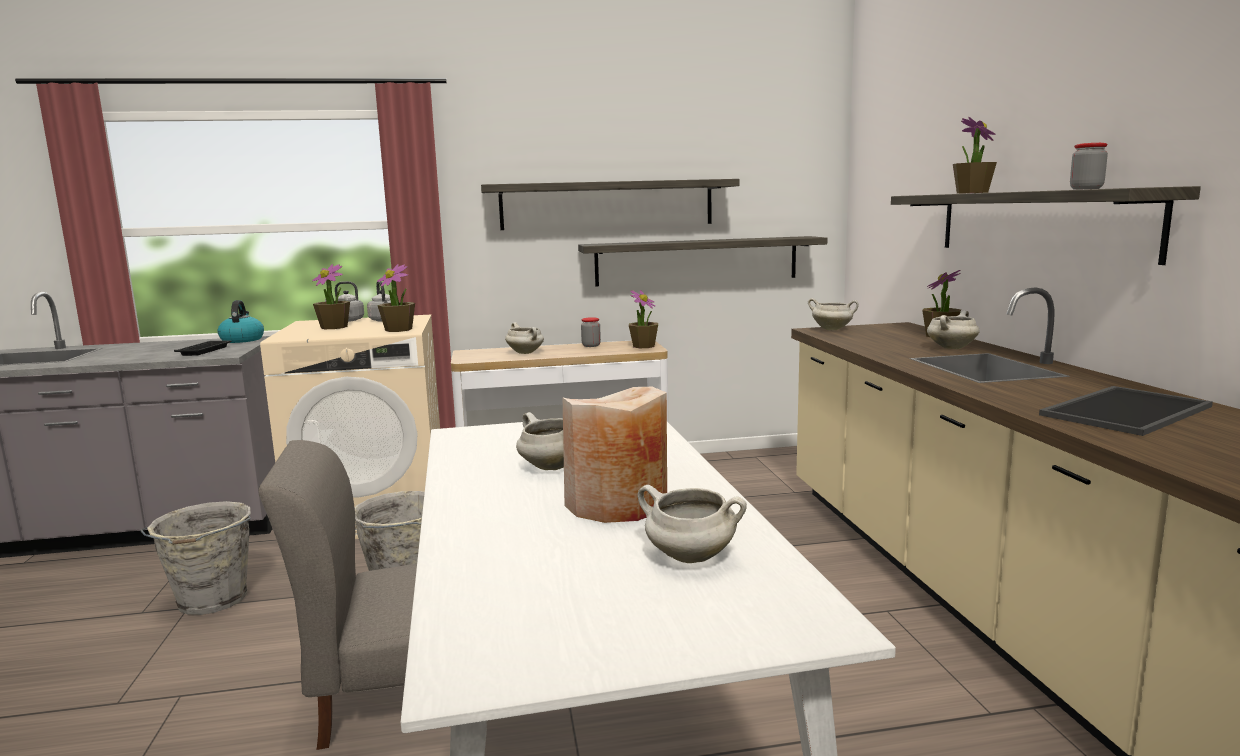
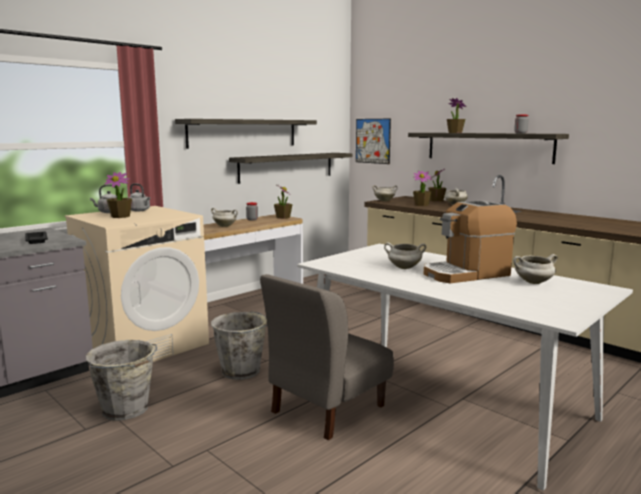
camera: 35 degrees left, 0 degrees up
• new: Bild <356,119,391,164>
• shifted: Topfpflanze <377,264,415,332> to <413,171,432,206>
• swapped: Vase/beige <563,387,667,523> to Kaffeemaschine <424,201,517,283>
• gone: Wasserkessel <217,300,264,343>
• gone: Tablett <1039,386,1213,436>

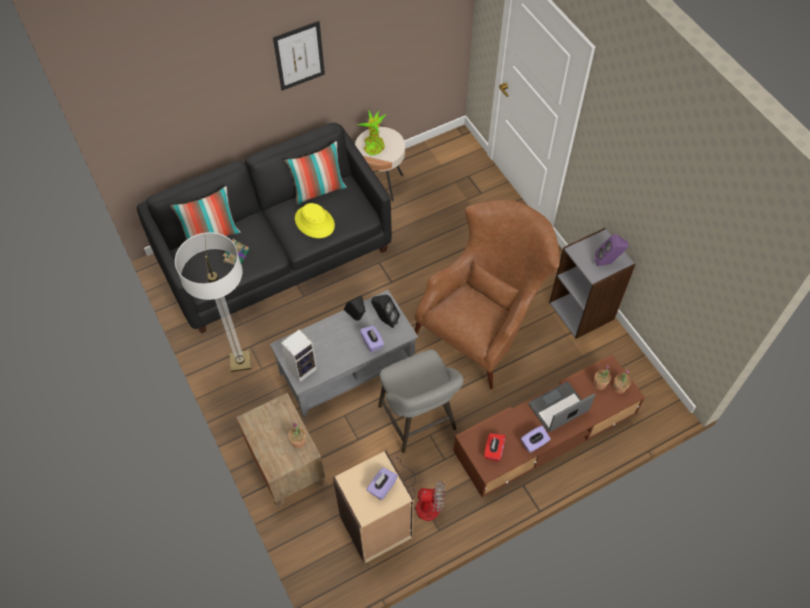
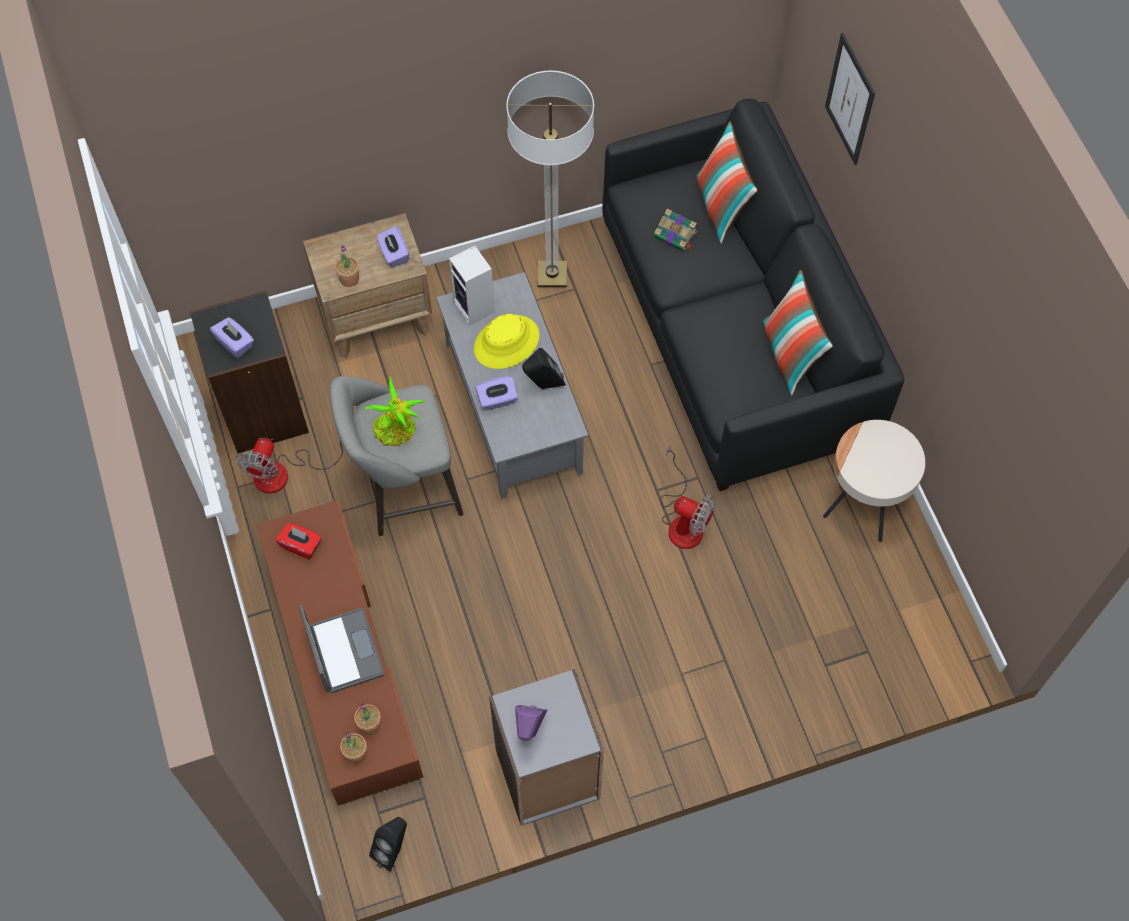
camera: 100 degrees right, 5 degrees up
• repainted: Bücherregal/beige <333,450,414,564> to Bücherregal/schwarz <190,290,309,454>
• shifted: Topfpflanze <358,110,387,156> to <365,376,426,446>
• shifted: Lautsprecher/schwarz <371,295,400,328> to <369,817,407,872>
• shifted: Taschentuchbox/lila <521,426,551,453> to <377,226,409,267>
• shifted: Hut/gelb <295,203,335,238> to <474,314,539,369>
• new: Ventilator <660,444,716,549>
• shifted: Bild <273,21,325,91> to <825,33,875,165>
• gone: Sessel/braun <415,200,560,389>

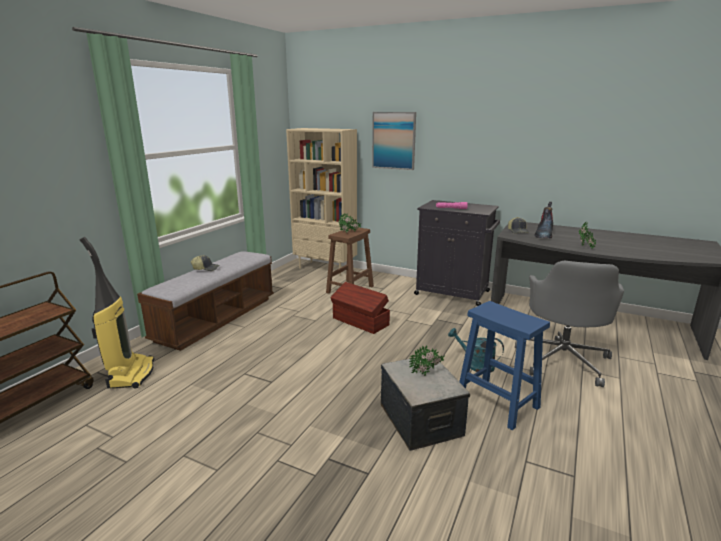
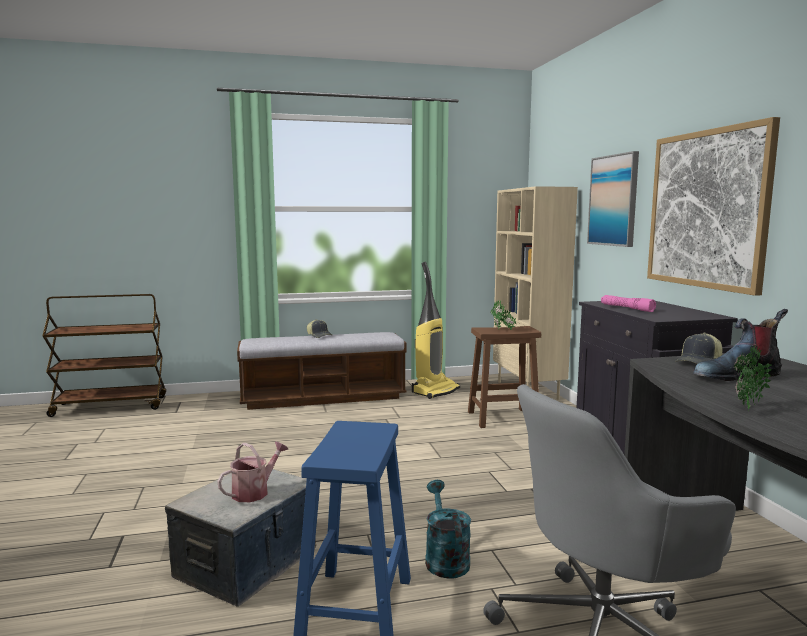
camera: 50 degrees right, 10 degrees down
• swapped: Topfpflanze <409,345,445,376> to Gießkanne <217,442,288,502>
• shifted: Staubsauger <80,237,154,389> to <412,262,460,399>
• new: Bild <647,117,780,296>
• gone: Aufbewahrungsbox/braun <330,282,390,334>

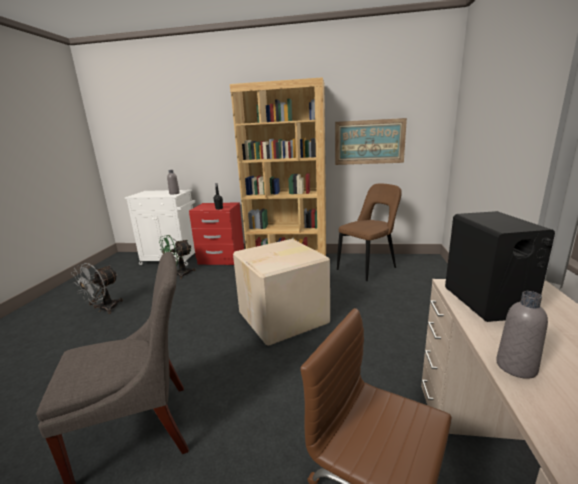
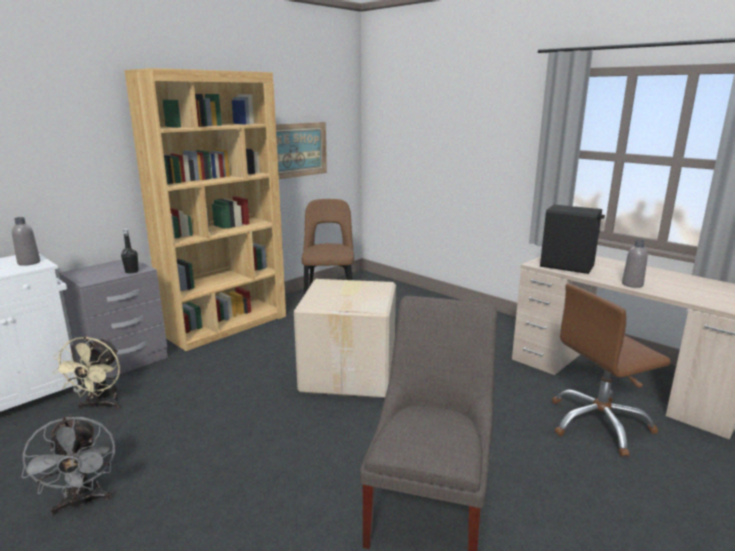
camera: 55 degrees left, 0 degrees up
• repainted: Ventilator/grün <159,235,196,279> to Ventilator/beige <52,336,120,410>
• repainted: Nachttisch/rot <189,202,244,265> to Nachttisch/grau <59,259,168,380>

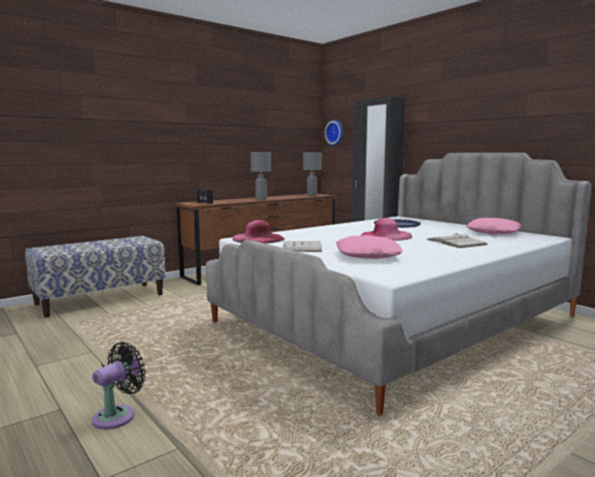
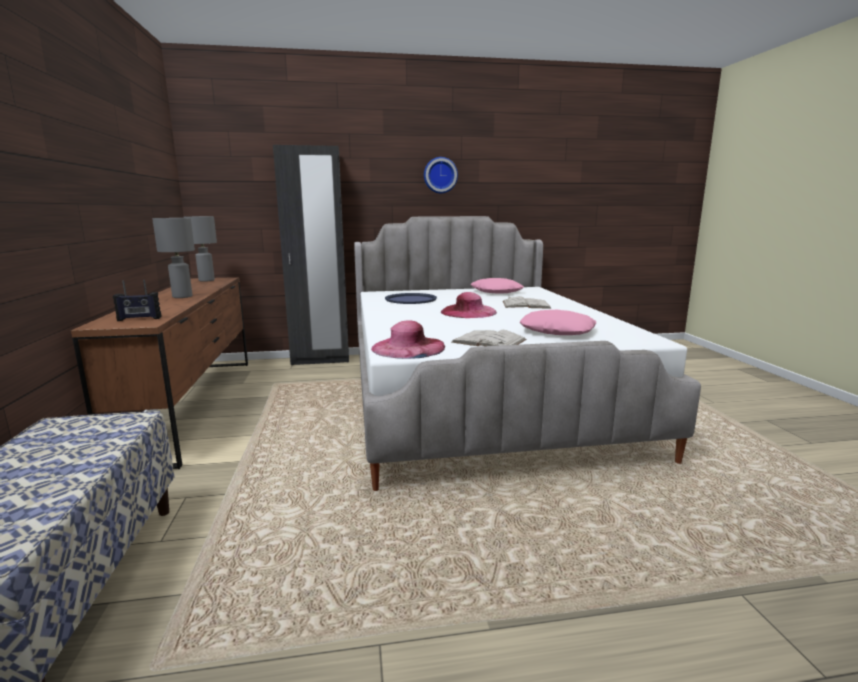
camera: 60 degrees left, 5 degrees up
• shifted: Wanduhr <325,120,343,146> to <424,157,458,193>
• gone: Ventilator/schwarz <92,342,146,429>

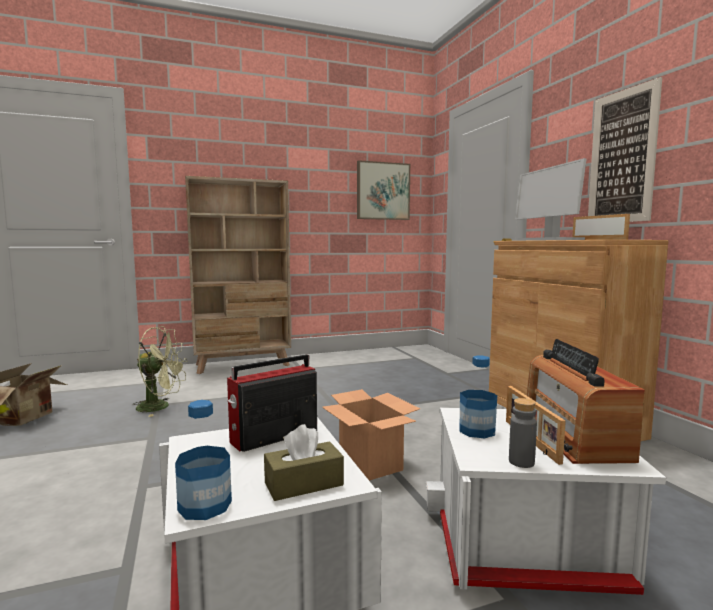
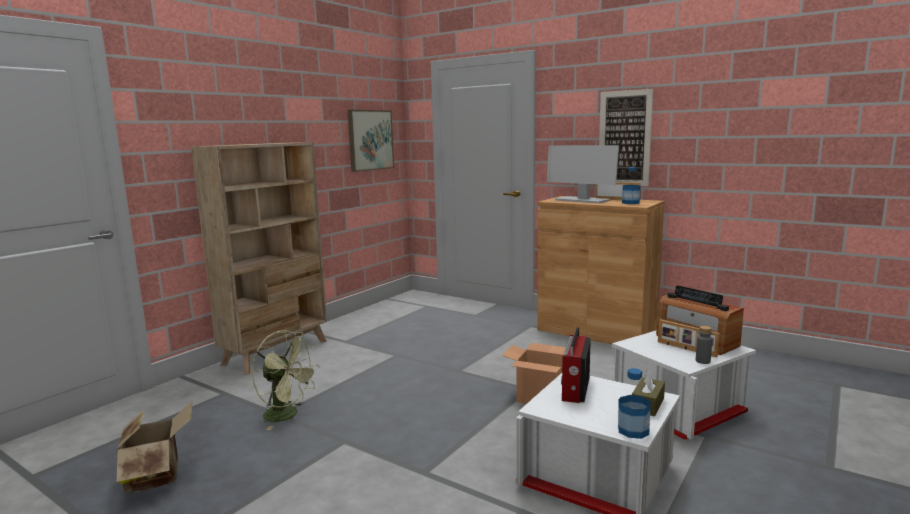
camera: 35 degrees left, 5 degrees up
• rotated: Ventilator/grün <133,326,187,417> = <252,330,319,430> 60 degrees clockwise
• shifted: Flasche <459,356,497,438> to <622,167,641,204>

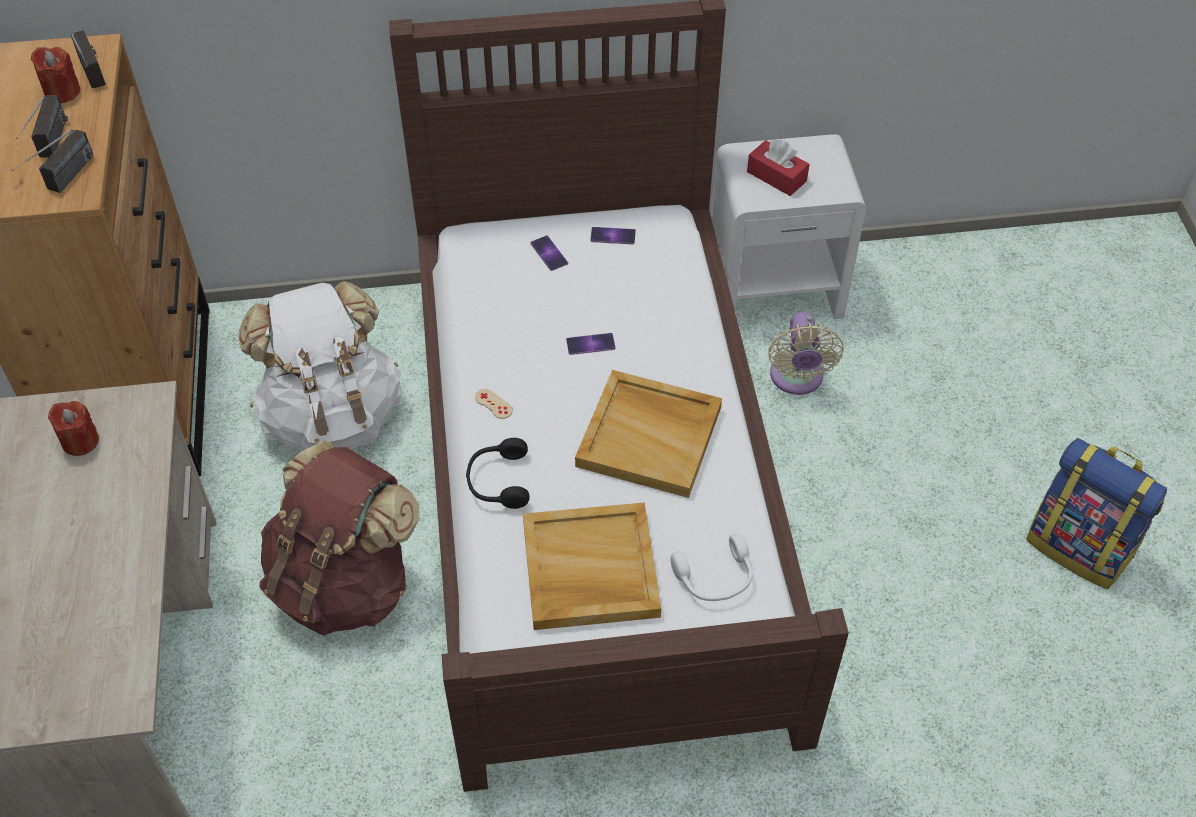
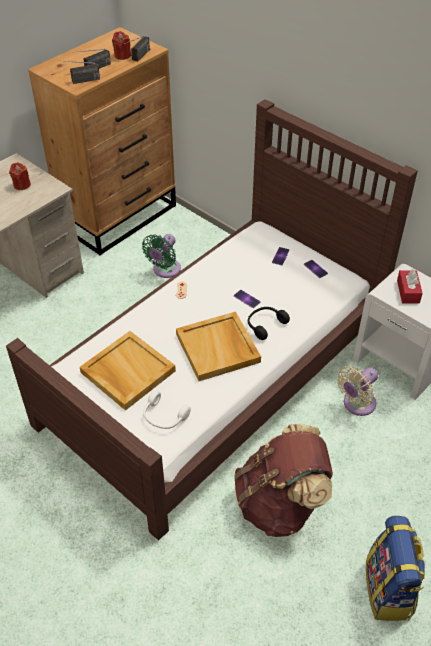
camera: 50 degrees right, 5 degrees down
• swapped: Rucksack/weiß <239,281,401,451> to Ventilator/grün <142,234,181,278>
• shifted: Rucksack/braun <259,440,419,636> to <234,424,333,537>
• shifted: Kopfhörer/schwarz <466,438,529,509> to <248,307,290,340>

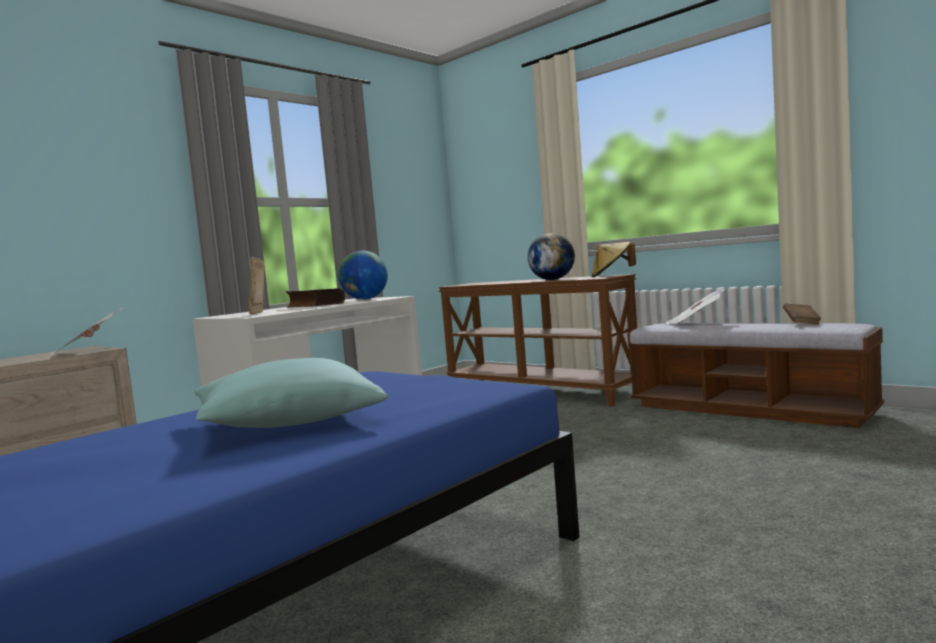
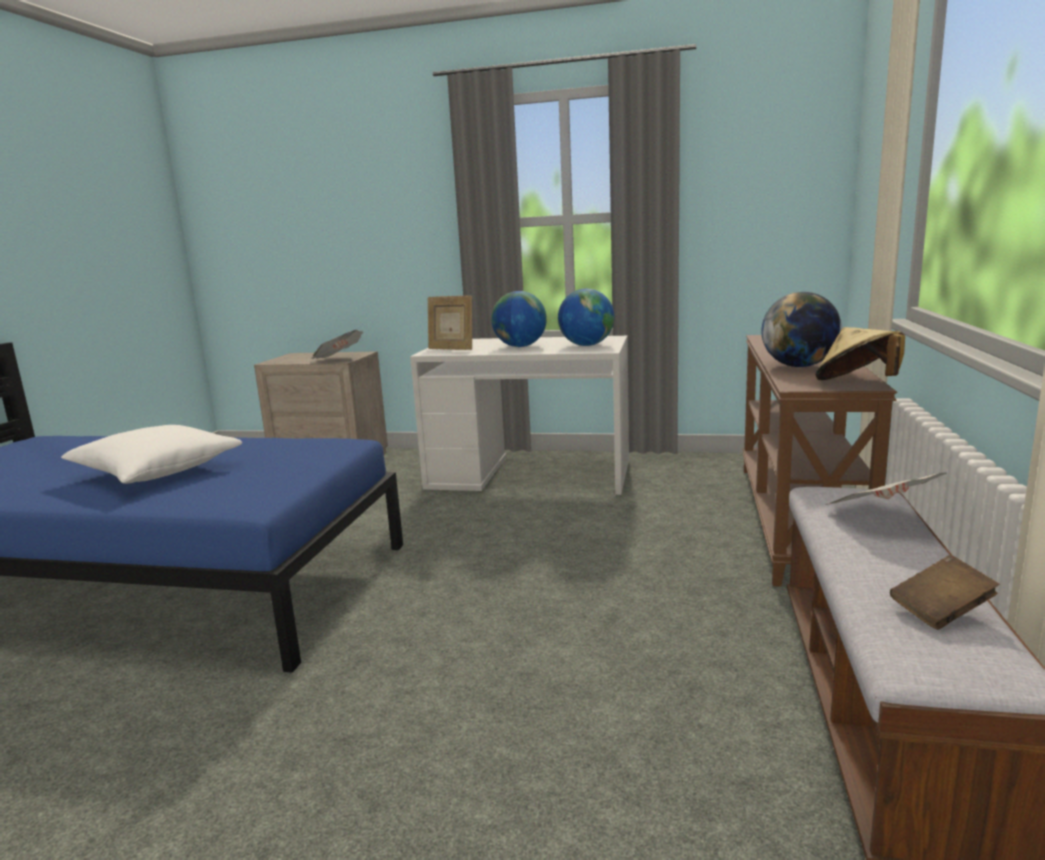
camera: 60 degrees right, 10 degrees up
• repainted: Kissen/türkis <194,358,388,428> to Kissen/weiß <61,425,242,484>
• rotated: Bilderrahmen <248,257,264,314> = <427,295,472,350> 105 degrees counterclockwise
• swapped: Buch <286,288,345,308> to Globus <491,291,547,347>

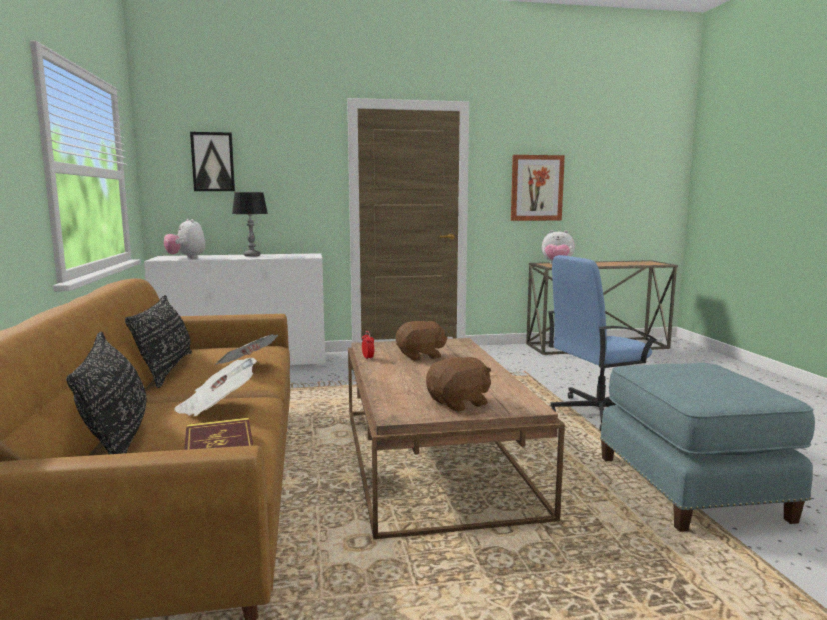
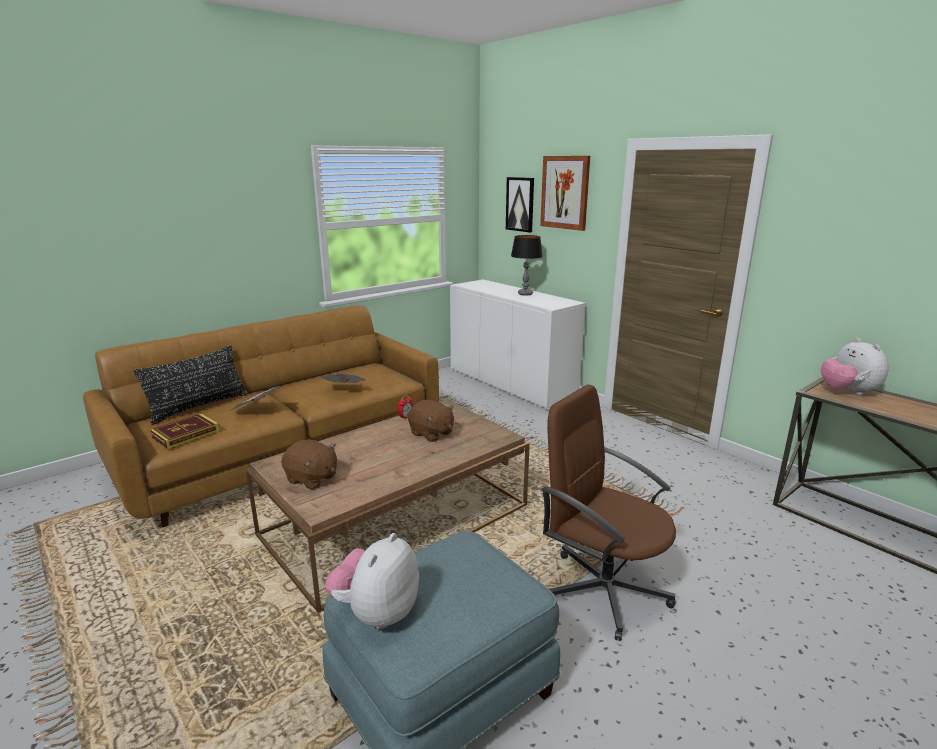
camera: 60 degrees right, 10 degrees up
• shifted: Plüschtier <164,219,206,259> to <325,533,419,629>
• shifted: Bild <511,155,565,221> to <540,156,590,231>
• repainted: Bürostuhl/blau <548,255,657,431> to Bürostuhl/braun <541,385,676,641>
• gone: Kissen/schwarz <125,295,192,388>

